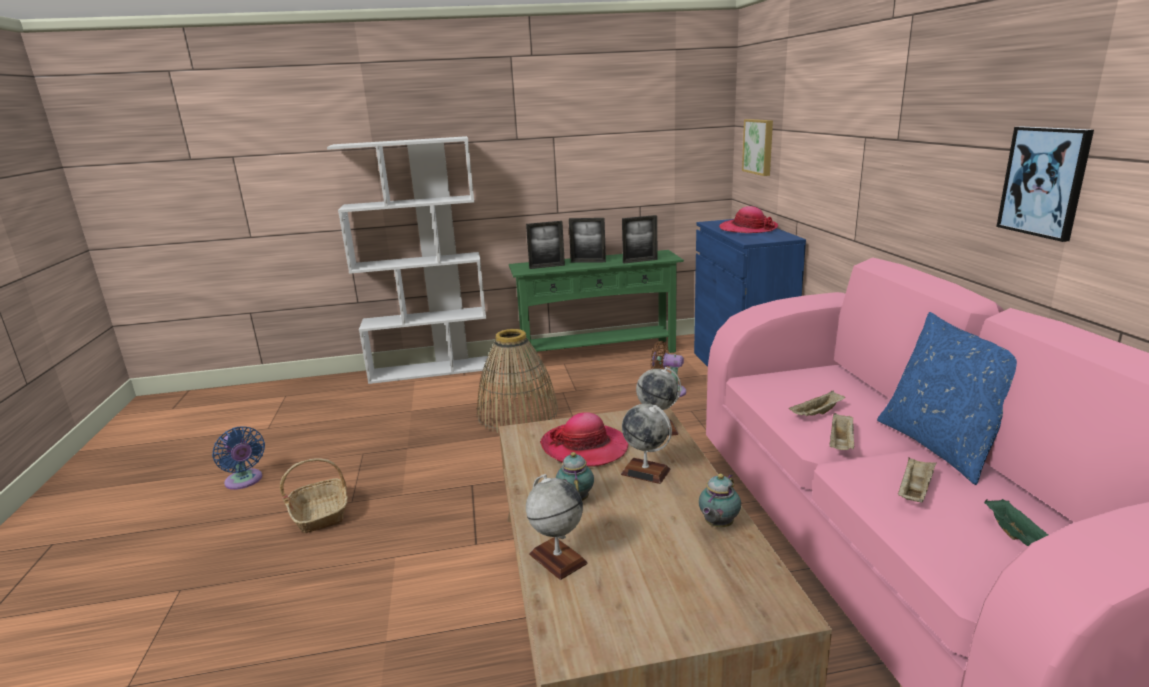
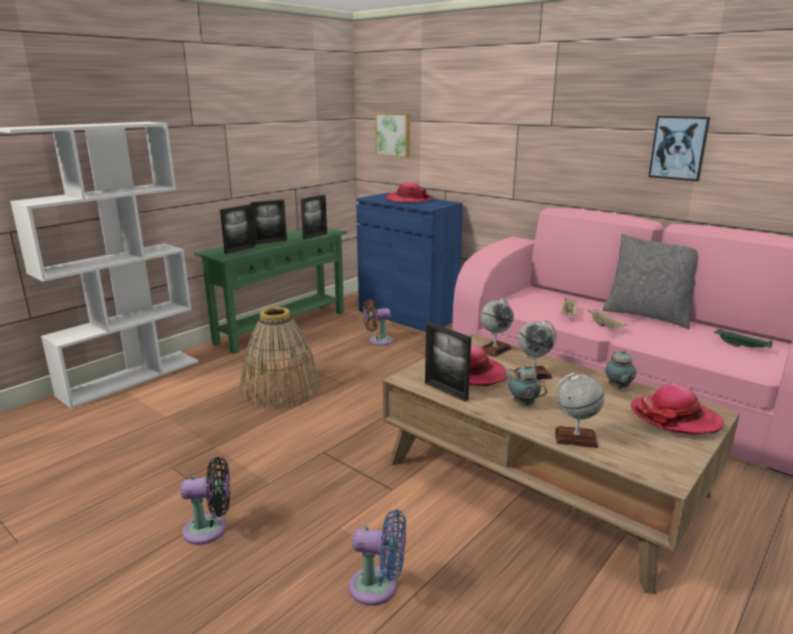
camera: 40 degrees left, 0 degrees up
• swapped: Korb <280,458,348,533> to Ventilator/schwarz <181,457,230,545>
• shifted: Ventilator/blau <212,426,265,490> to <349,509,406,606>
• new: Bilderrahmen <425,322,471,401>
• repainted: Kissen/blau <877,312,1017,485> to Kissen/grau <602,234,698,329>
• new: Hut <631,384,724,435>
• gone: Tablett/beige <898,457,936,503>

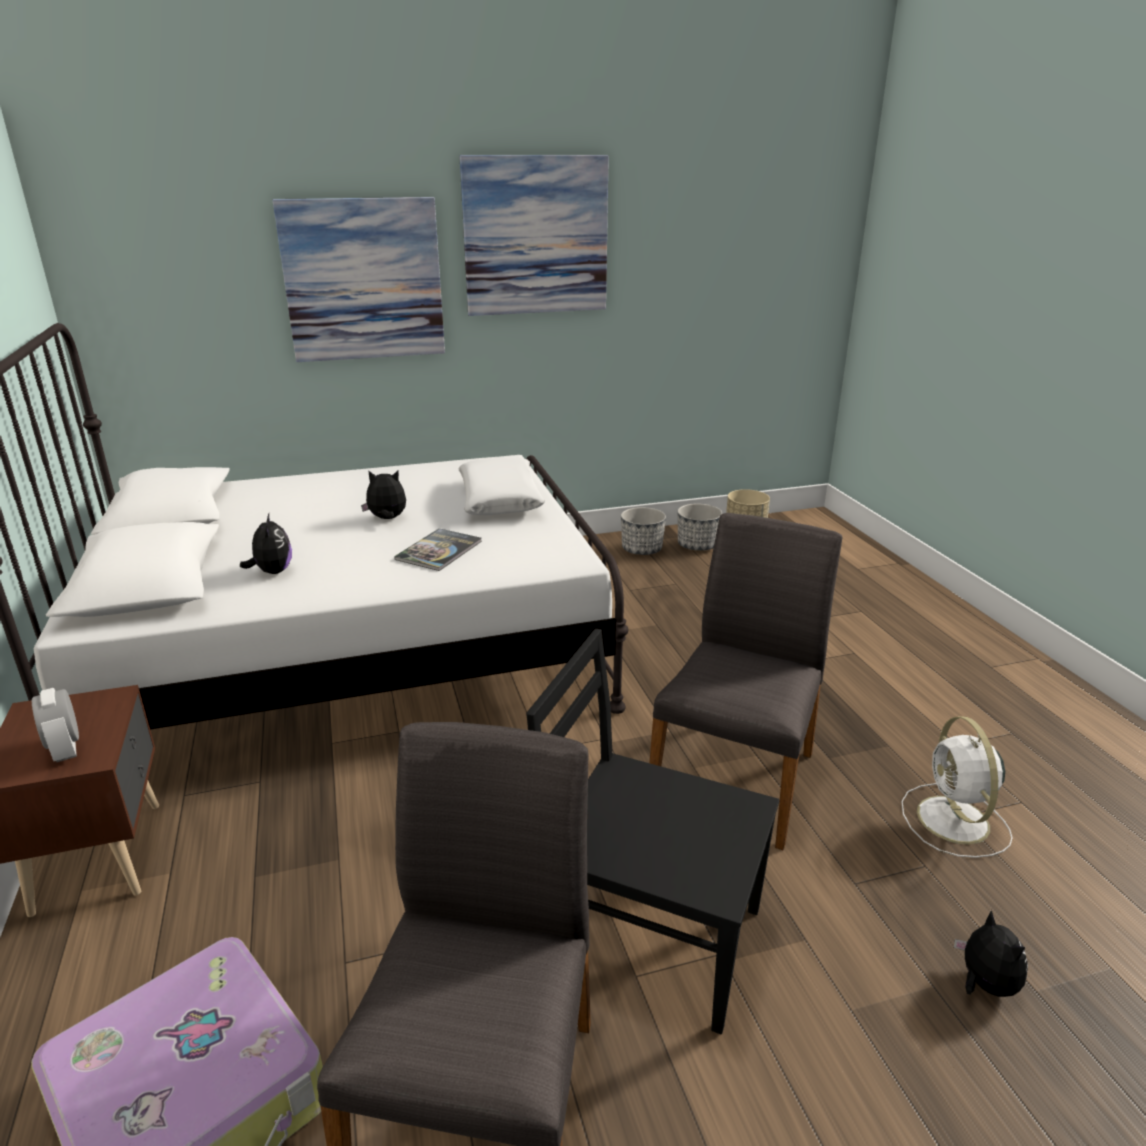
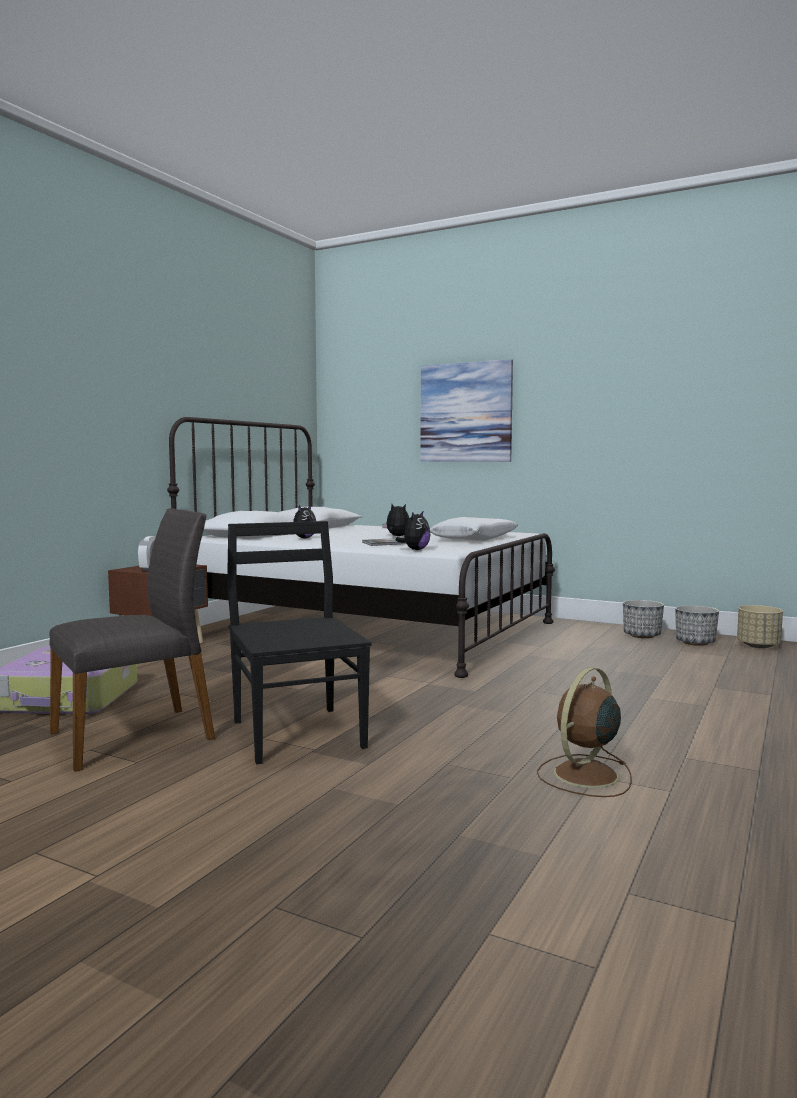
camera: 45 degrees right, 20 degrees down
• shifted: Plüschtier <954,910,1028,997> to <396,512,430,550>
• repainted: Ventilator/weiß <901,716,1013,858> to Ventilator/braun <537,667,632,797>
• gone: Bild <459,155,609,316>
• gone: Stuhl/grau <649,513,842,850>

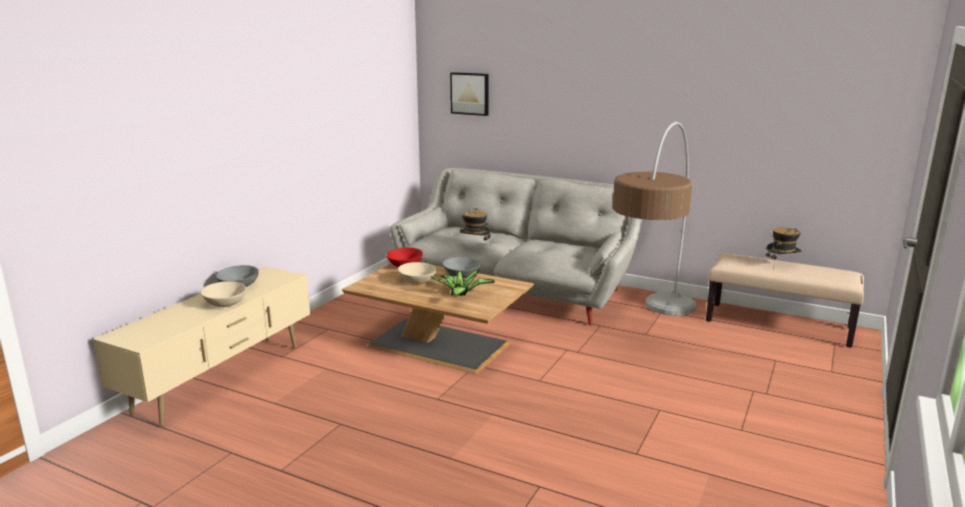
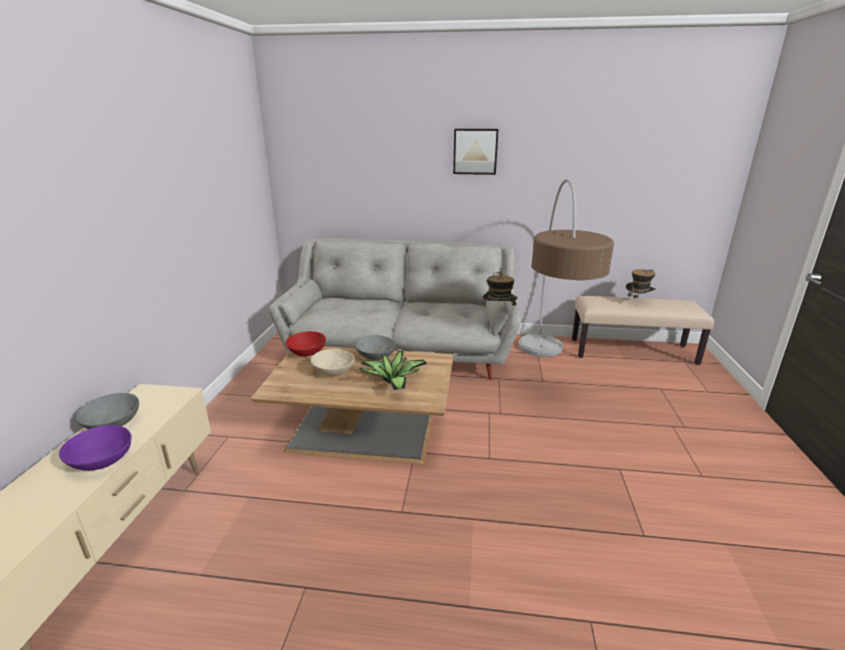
camera: 20 degrees left, 5 degrees up
• repainted: Schüssel/beige <201,281,246,307> to Schüssel/lila <59,425,131,471>
• shifted: Bild <450,72,489,116> to <453,129,498,175>
• shifted: Hut <460,208,491,246> to <483,271,518,306>

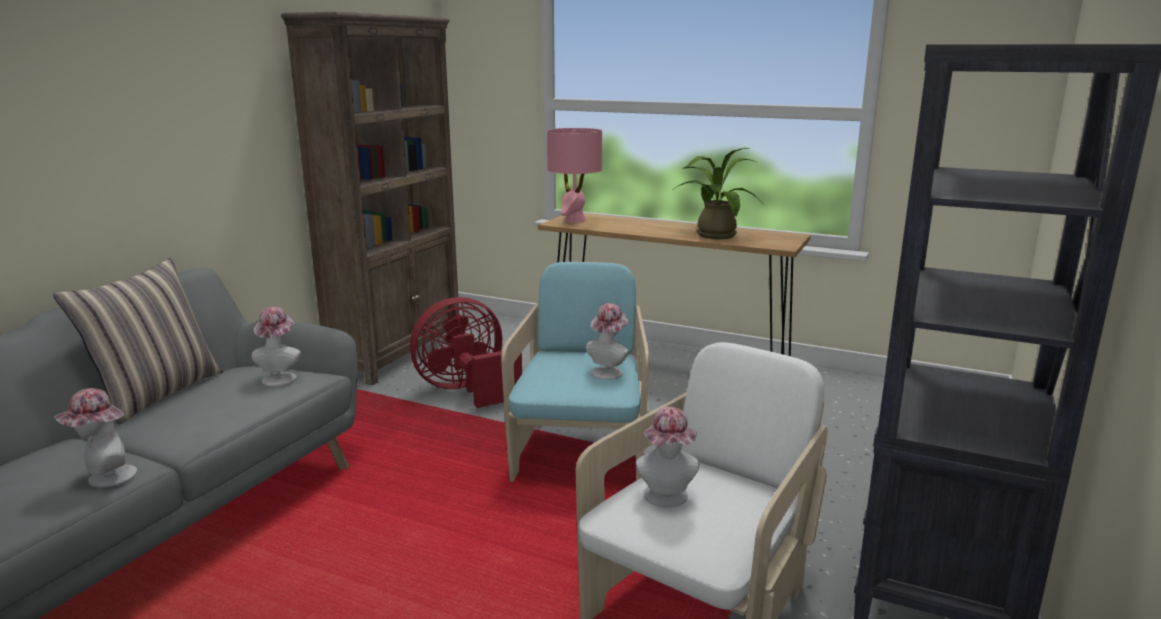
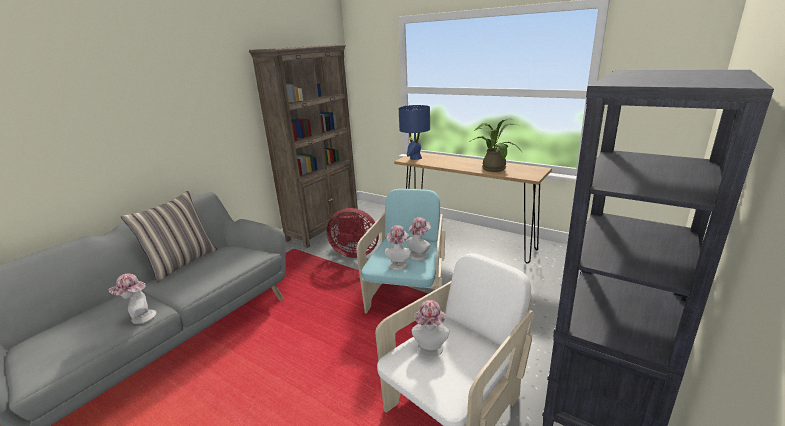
camera: 10 degrees right, 5 degrees up
• rotated: Ventilator/rot <410,297,522,408> = <327,208,379,258> 150 degrees counterclockwise
• shifted: Hut <251,306,301,386> to <385,225,412,270>
• repainted: Tischlampe/rosa <547,128,602,223> to Tischlampe/blau <399,105,430,160>

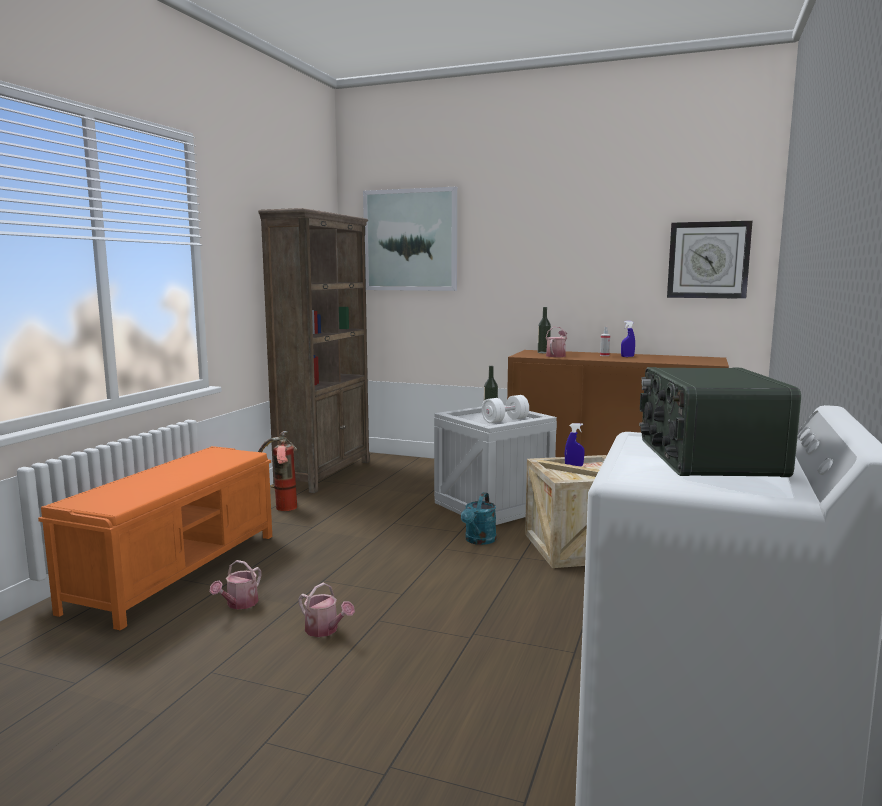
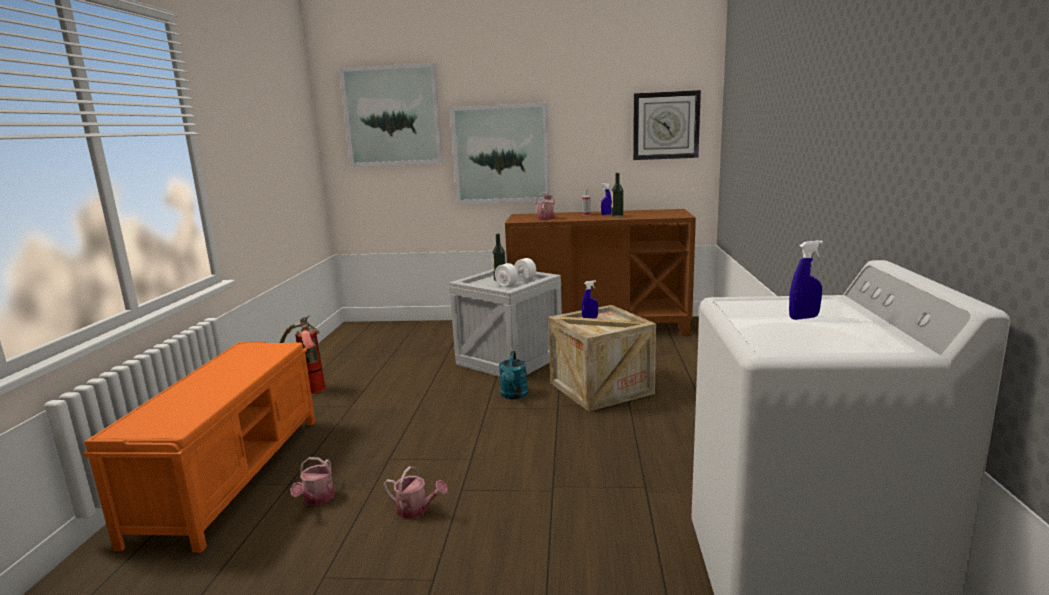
camera: 15 degrees left, 5 degrees up
• new: Bild <450,102,550,204>
• shifted: Flasche <538,307,551,353> to <611,173,624,217>
• swapped: Radio <639,367,801,477> to Sprühflasche/blau <789,240,823,320>
• gone: Bücherregal/braun <258,208,370,493>

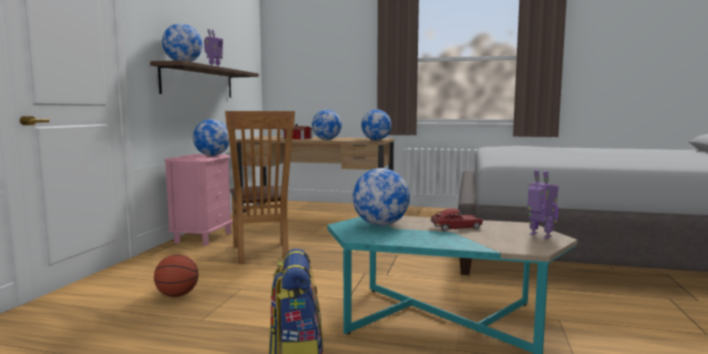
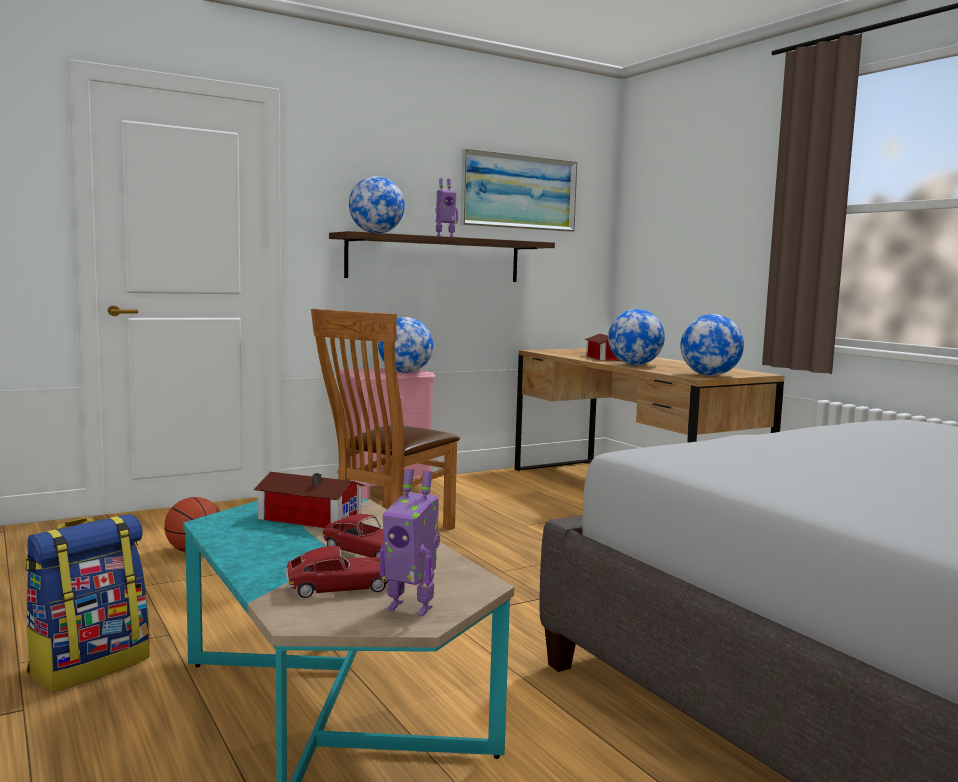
camera: 45 degrees right, 0 degrees up
• swapped: Globus <353,168,410,226> to Spielzeughaus <253,472,365,528>
• new: Spielzeugauto <285,546,388,598>
• rotated: Spielzeugroboter <527,169,559,239> = <380,469,440,616> 105 degrees clockwise
• new: Bild <460,149,577,232>

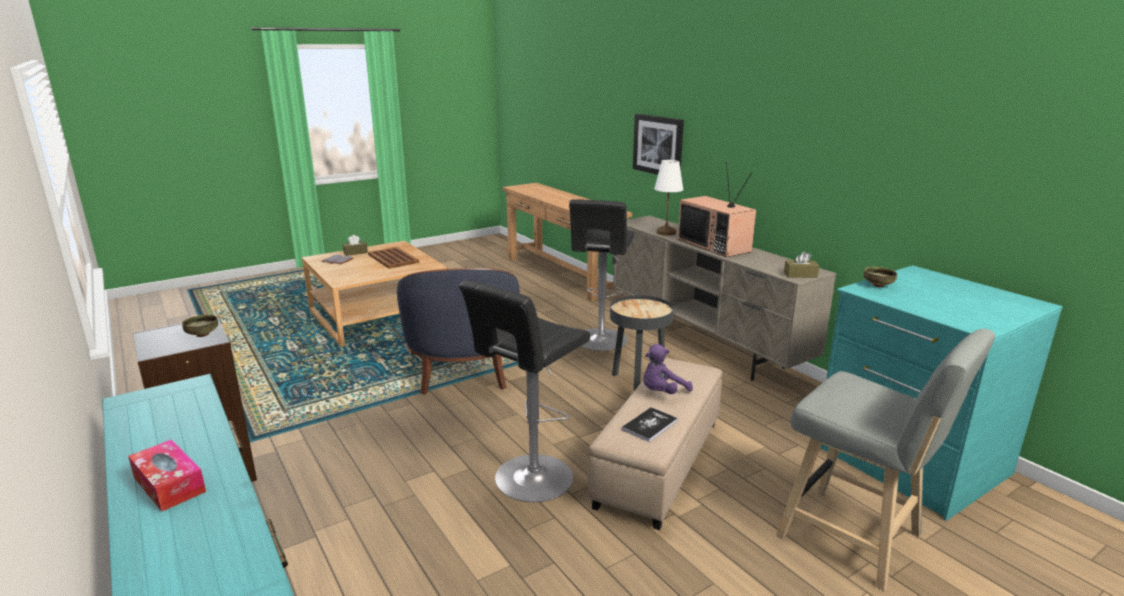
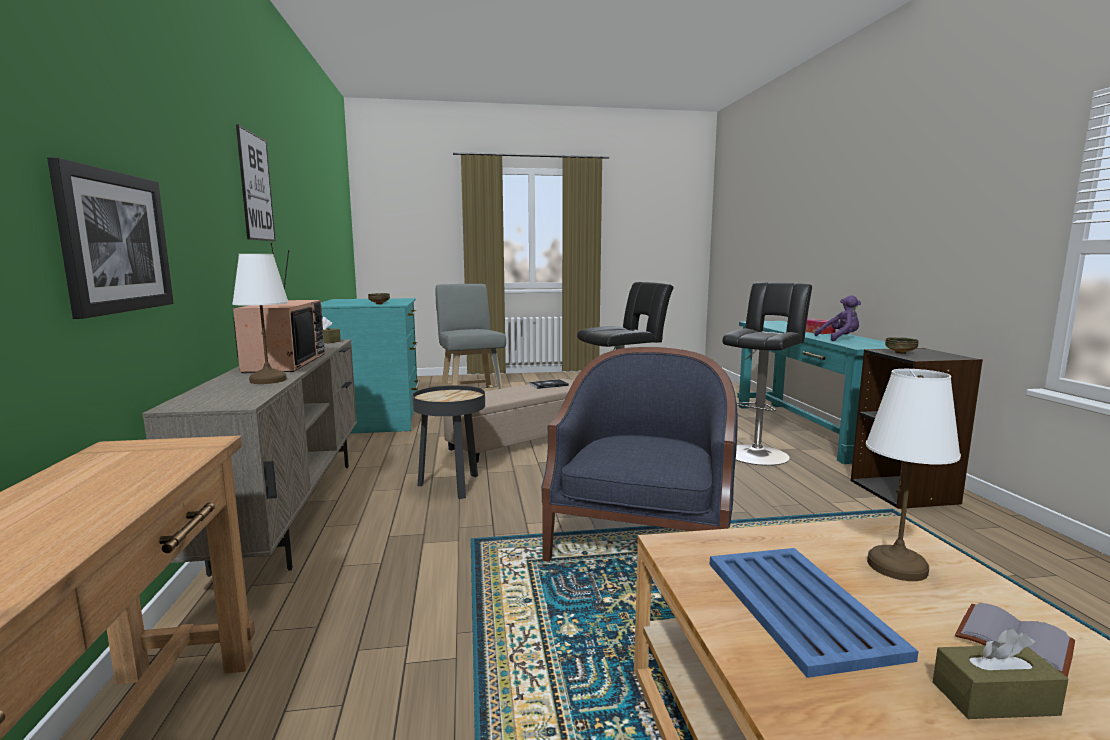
camera: 155 degrees left, 10 degrees down
• new: Bild <236,124,276,241>
• repainted: Tablett/braun <368,247,419,269> to Tablett/blau <710,548,918,678>
• shifted: Hocker/schwarz <569,199,634,351> to <722,282,812,466>
• shifted: Plüschtier/lila <643,344,693,394> to <814,295,861,341>
• new: Tischlampe/weiß <866,369,961,581>

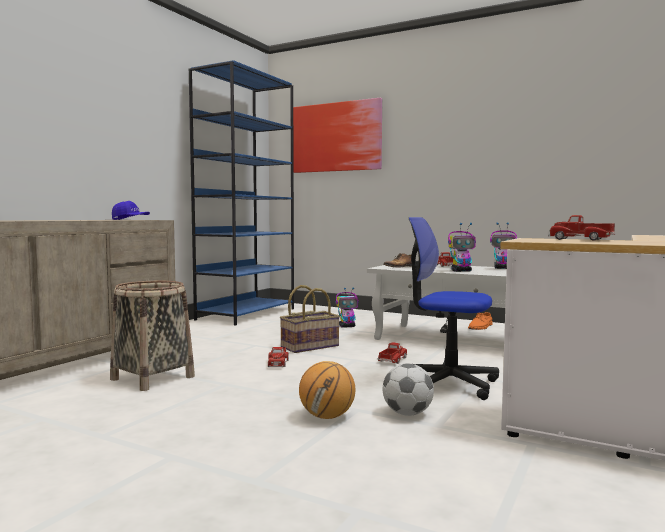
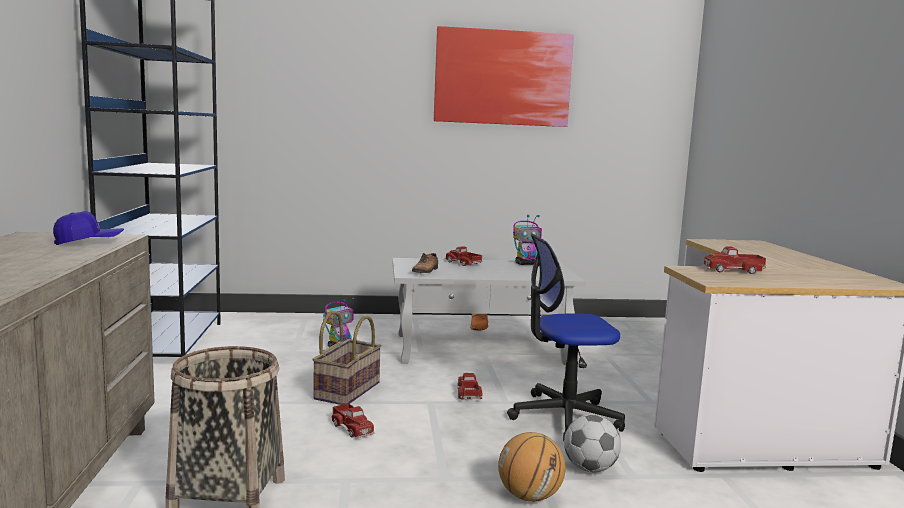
camera: 35 degrees left, 5 degrees up
• shifted: Bild <293,98,382,173> to <434,26,574,127>
• gone: Spielzeugroboter <448,223,476,272>

